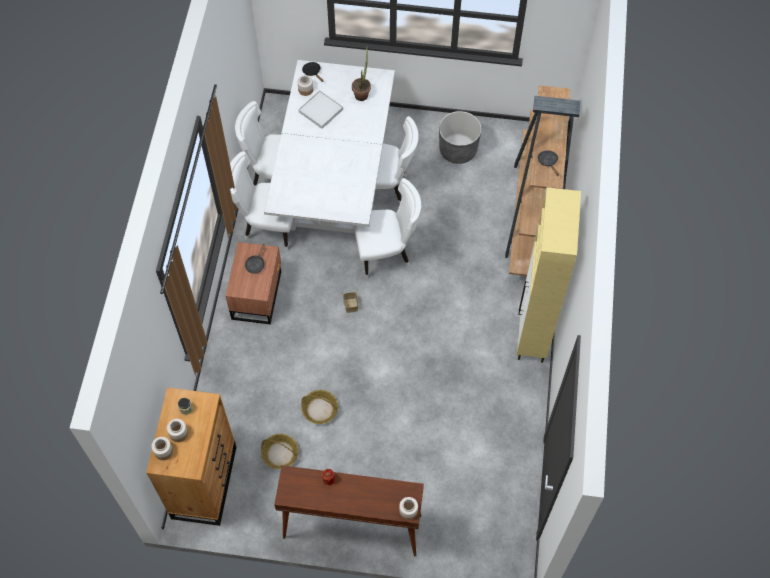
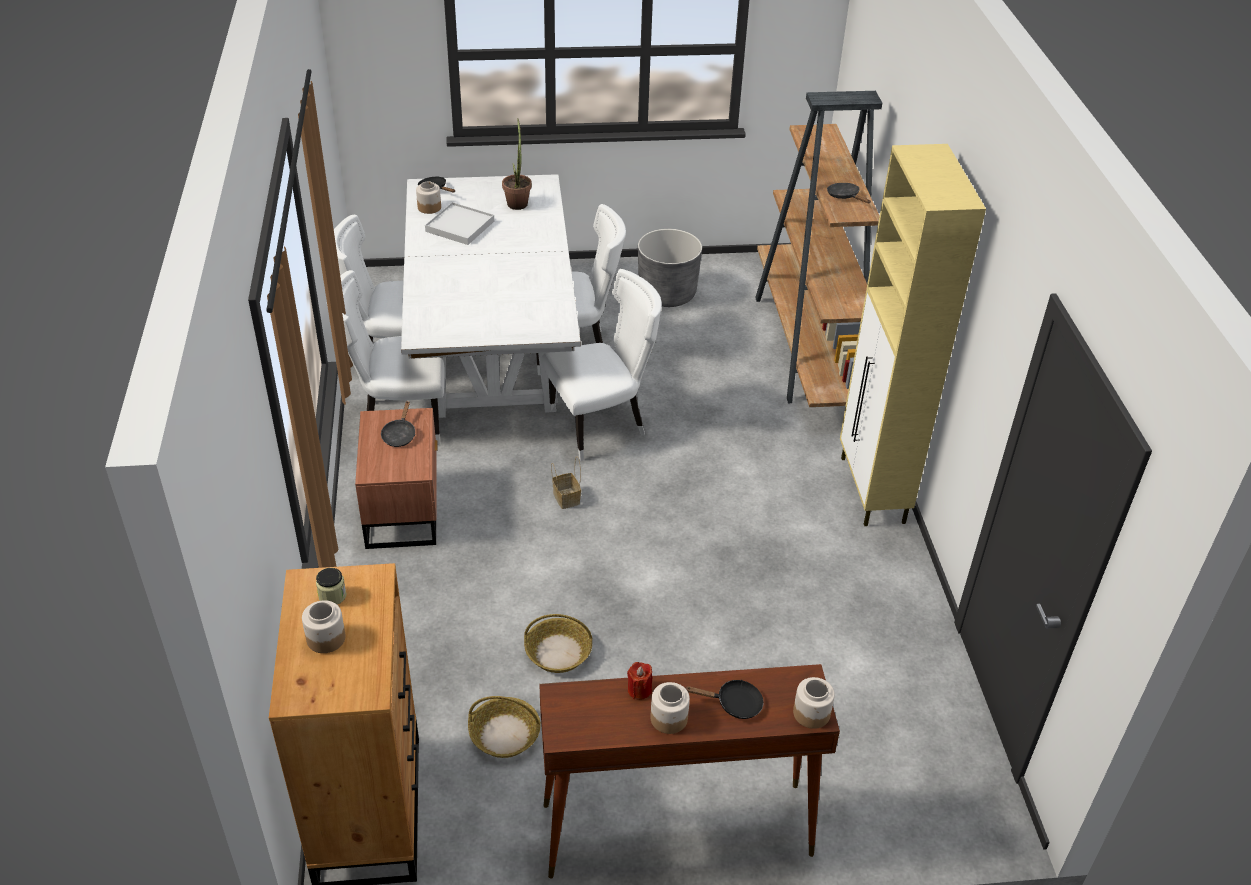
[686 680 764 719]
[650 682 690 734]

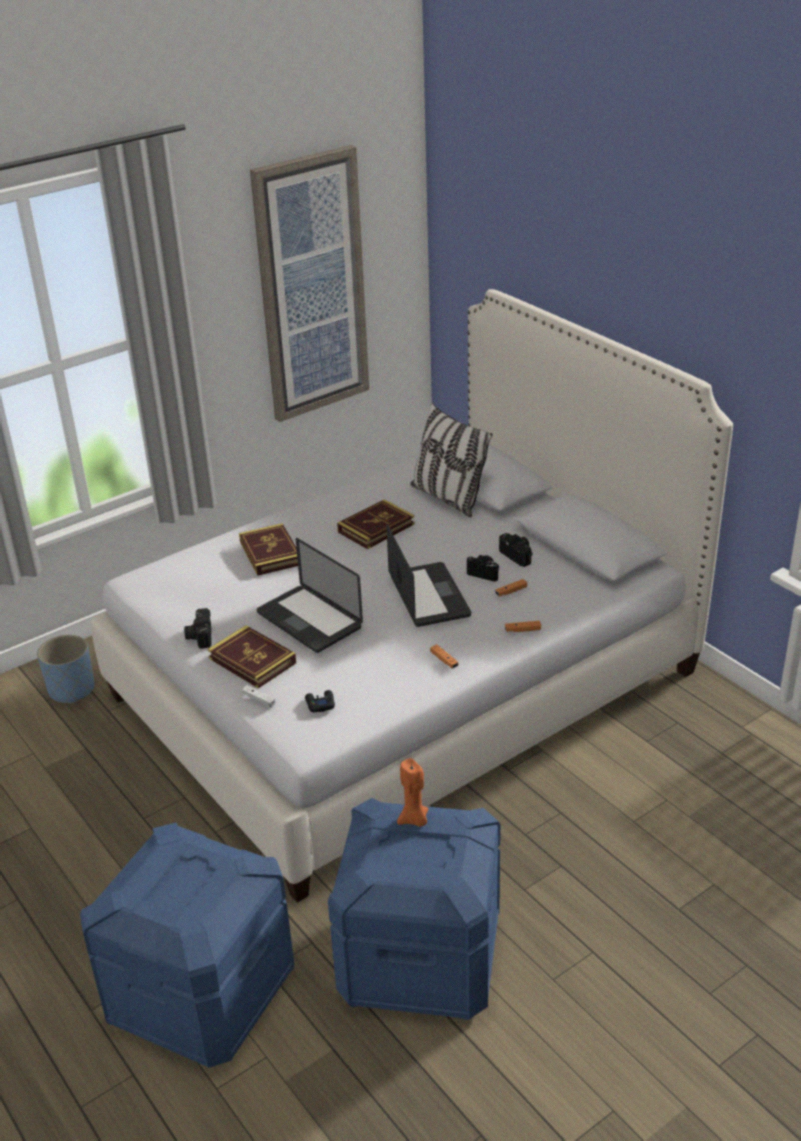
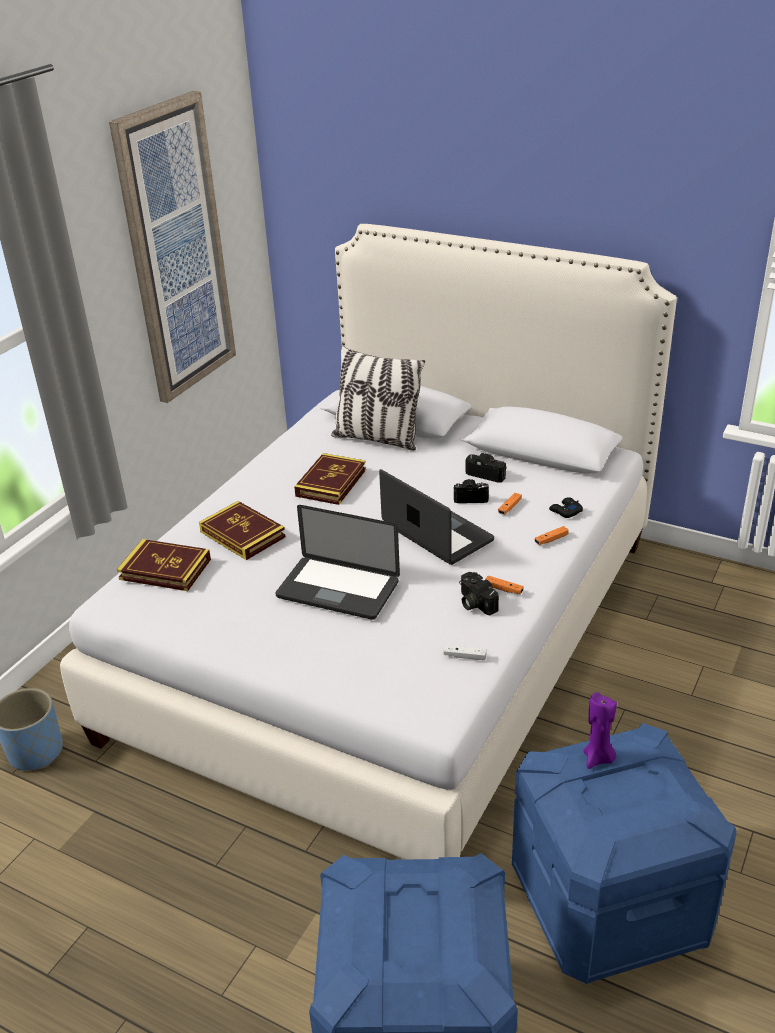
[459 572 499 616]
[117 539 211 591]
[443 645 487 660]
[549 497 583 518]
[583 692 617 769]

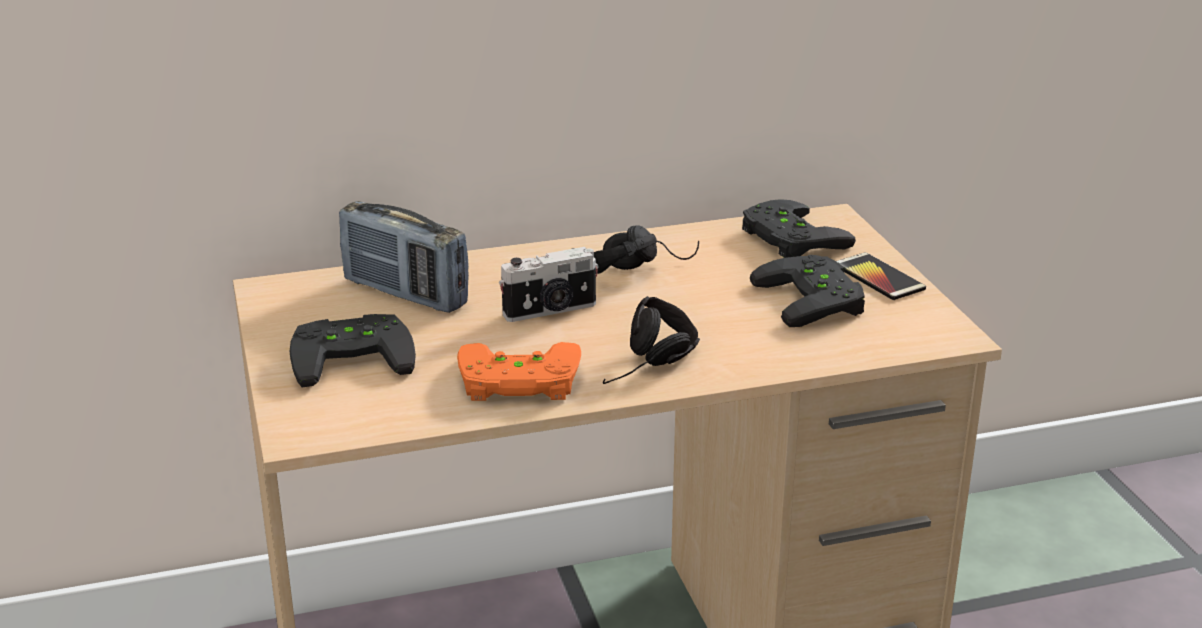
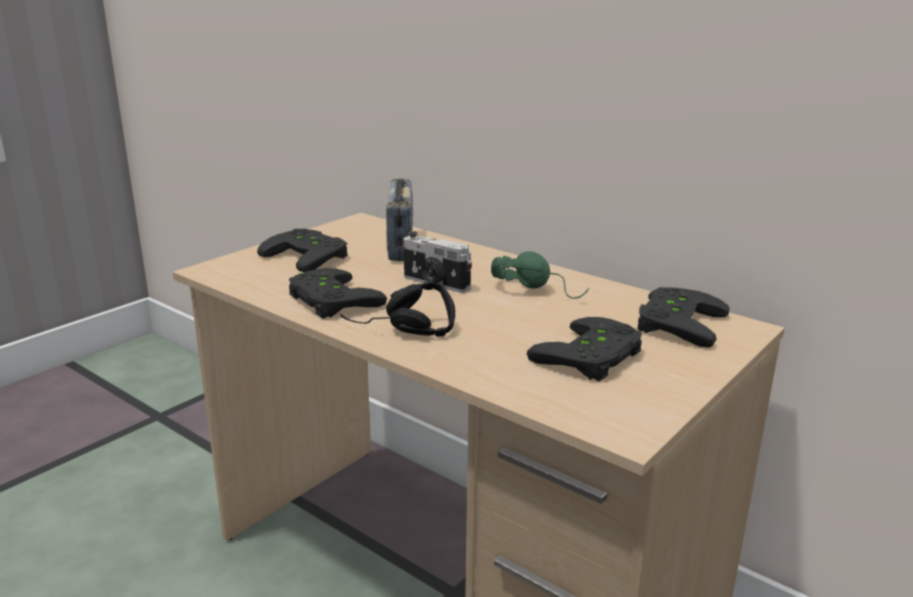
[836 252 926 300] (first image)
[289 268 387 319]
[491 251 589 299]

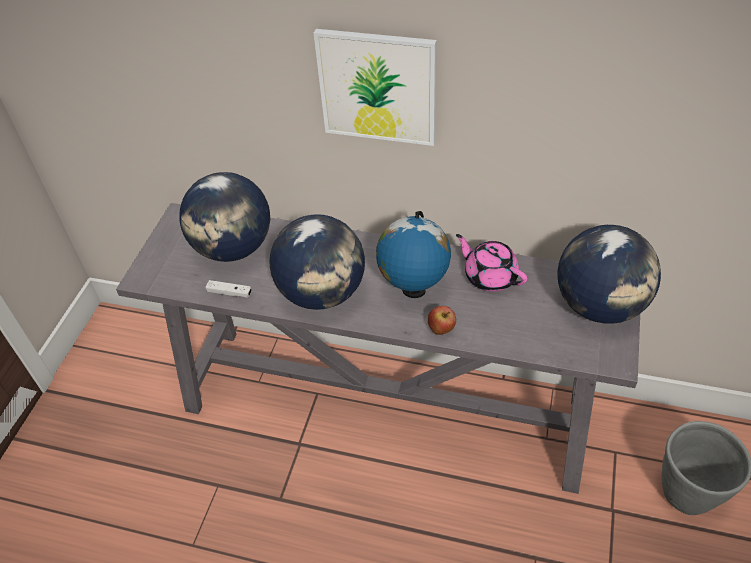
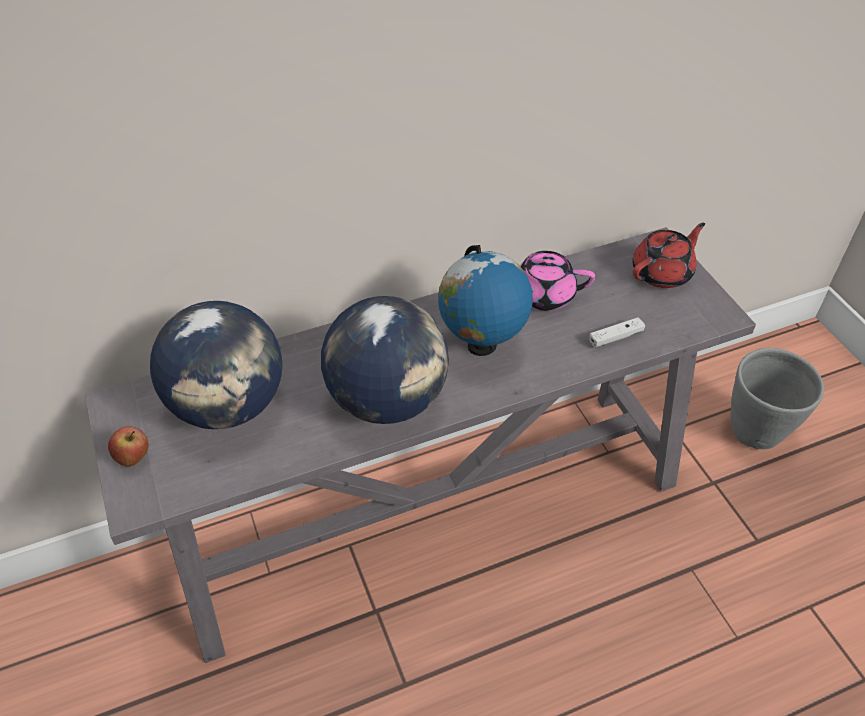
[314 29 436 146] (first image)
[589 317 645 348]
[108 426 149 467]
[632 223 705 288]

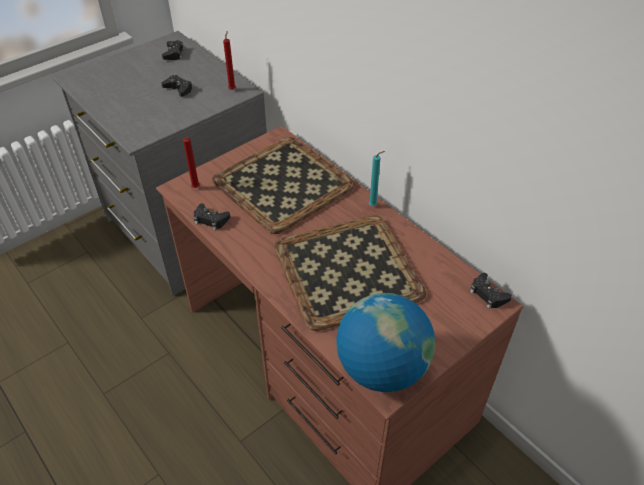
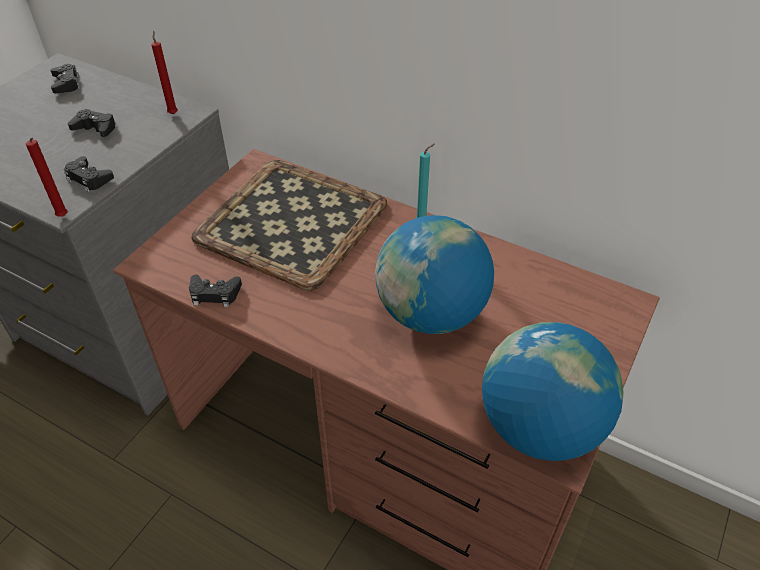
[26 137 68 217]
[64 156 114 192]
[375 215 494 334]

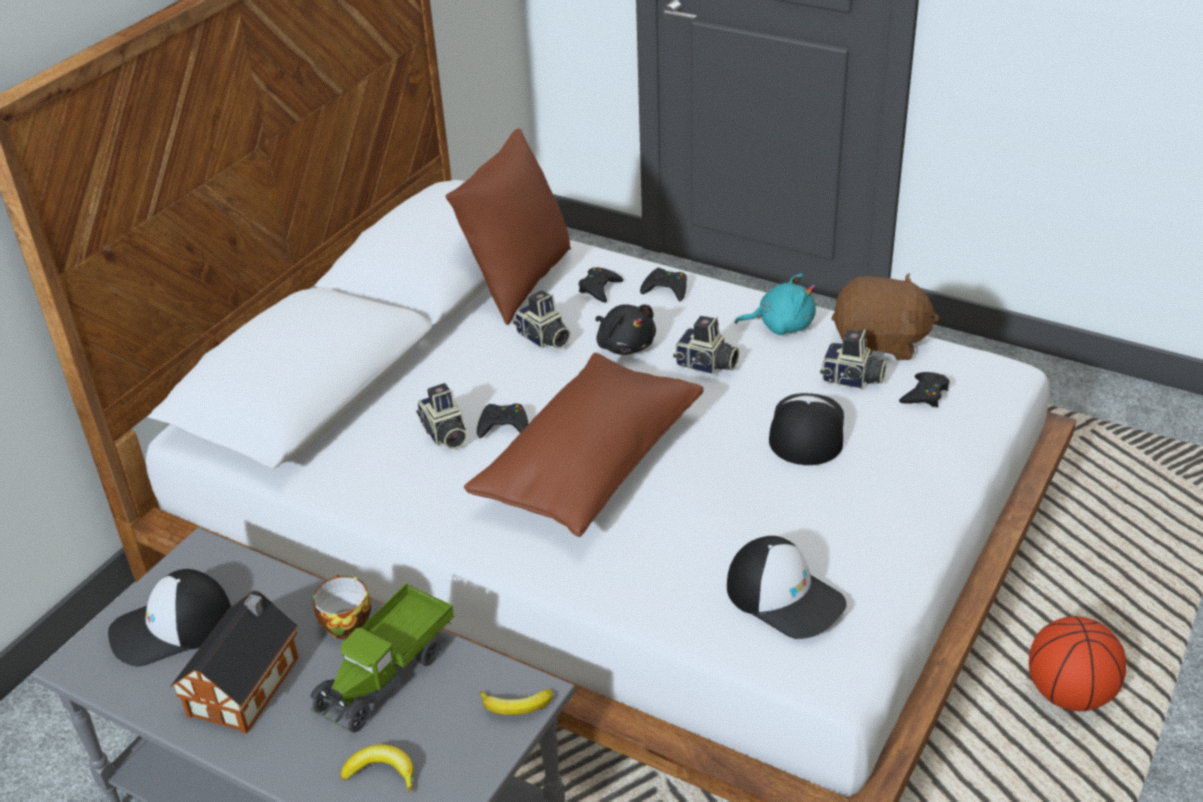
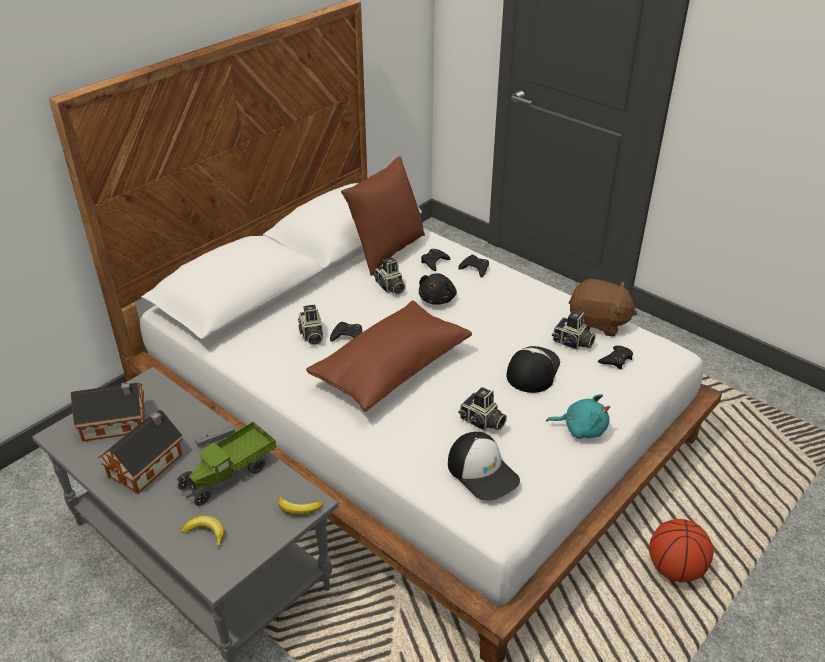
[458 387 507 431]
[546 394 610 439]
[71 382 145 442]
[194 424 235 447]
[419 273 457 305]

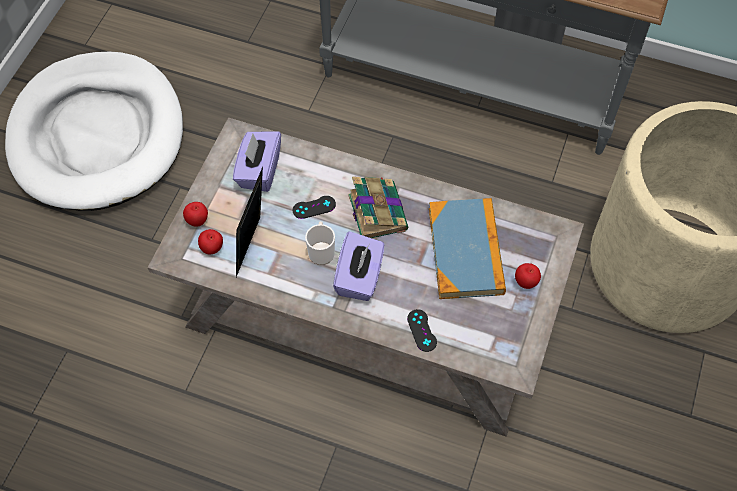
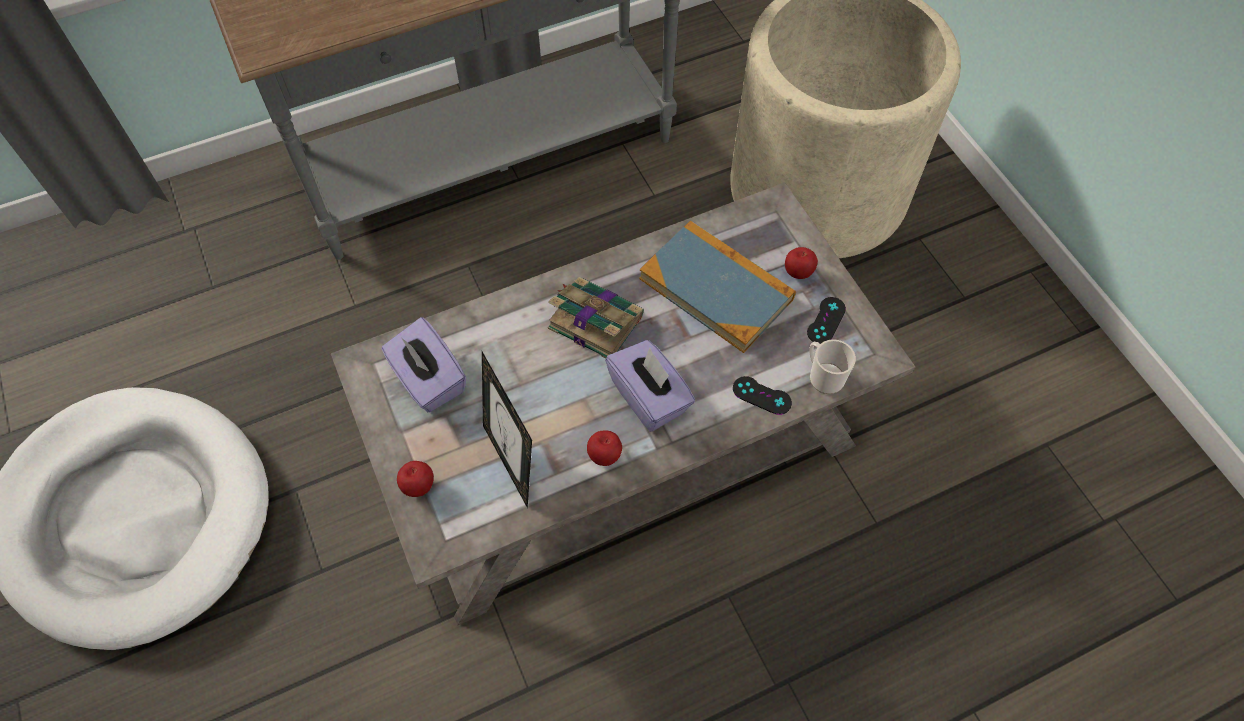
[587 430 622 466]
[807 297 846 344]
[810 339 856 394]

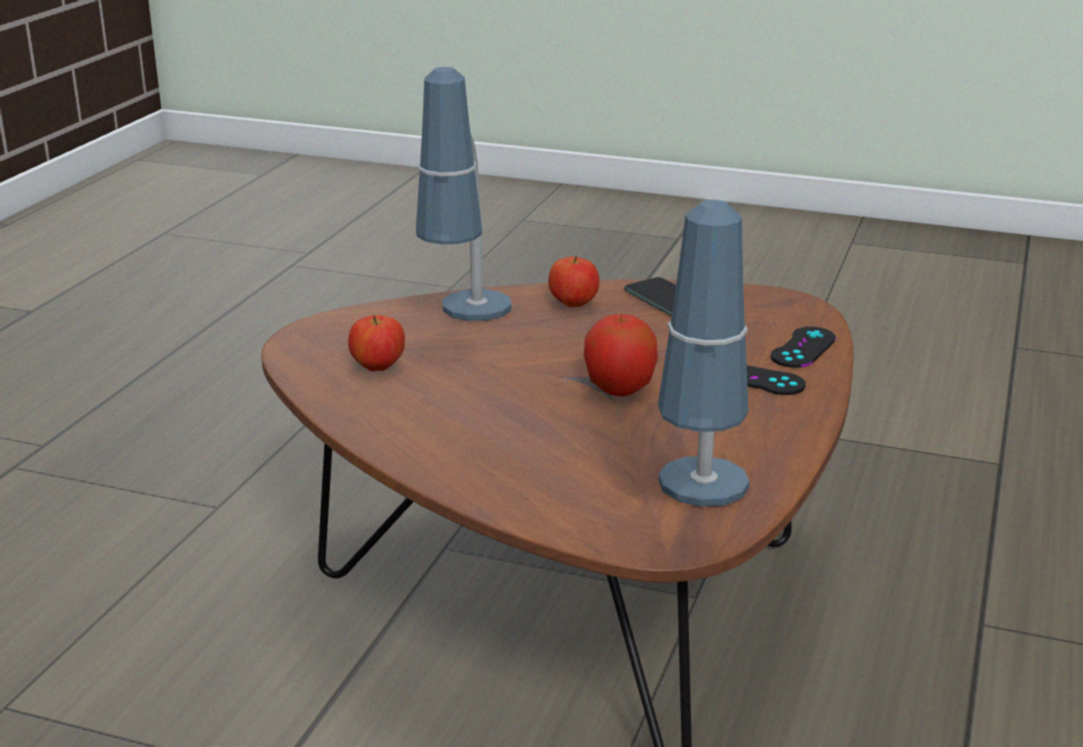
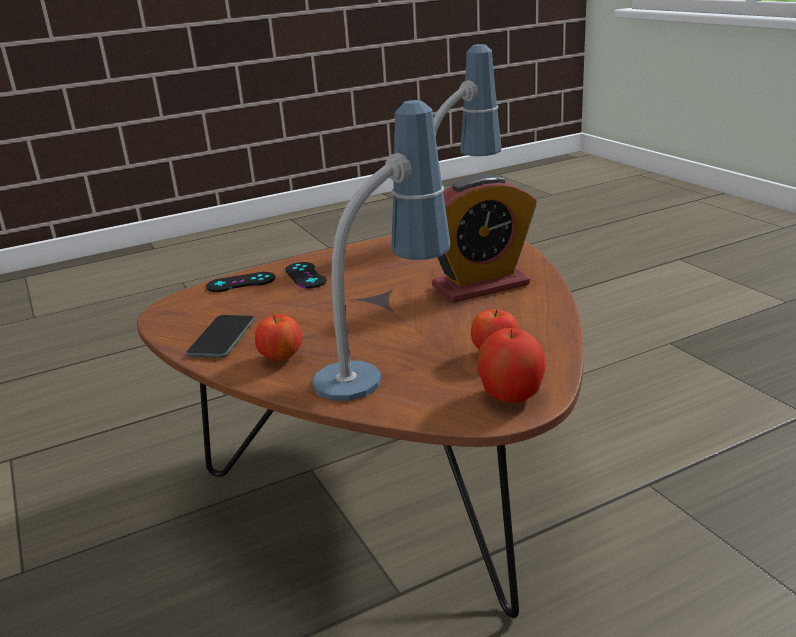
[432 174 537 303]
[478 328 546 403]

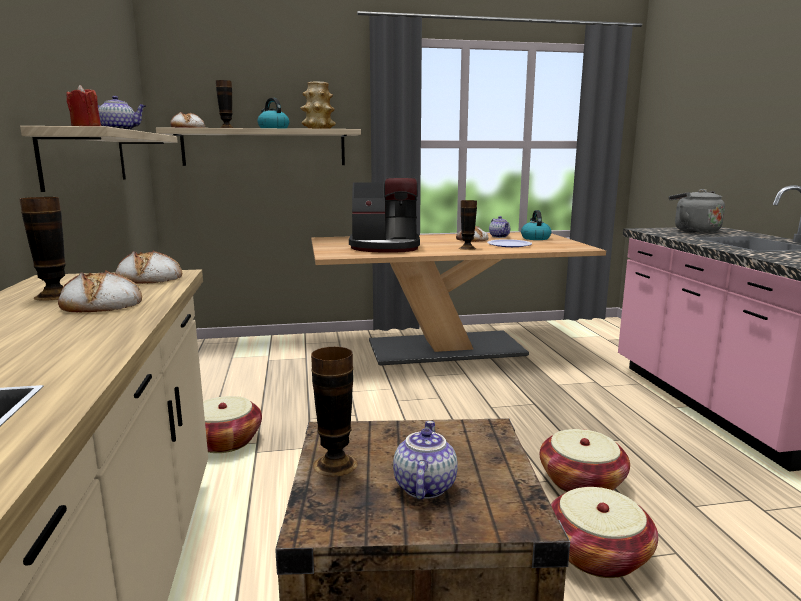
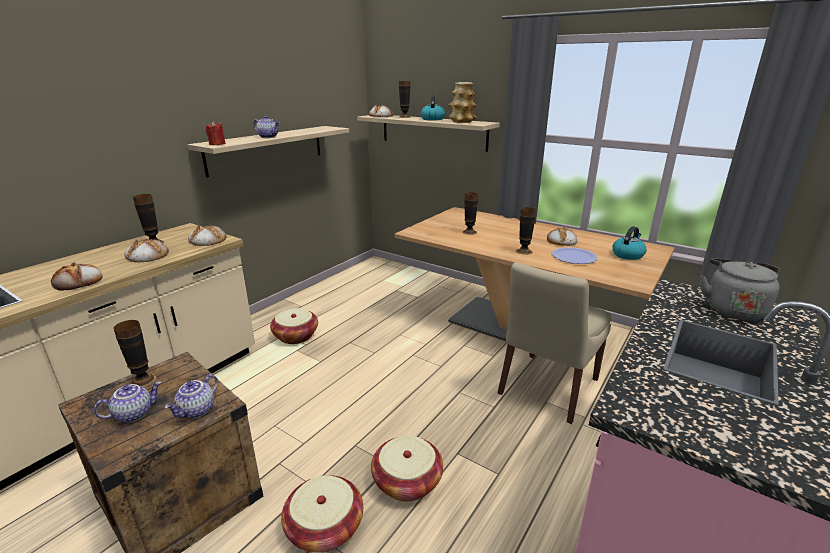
[51 262 103 290]
[498 262 612 424]
[165 374 218 418]
[462 192 478 235]

